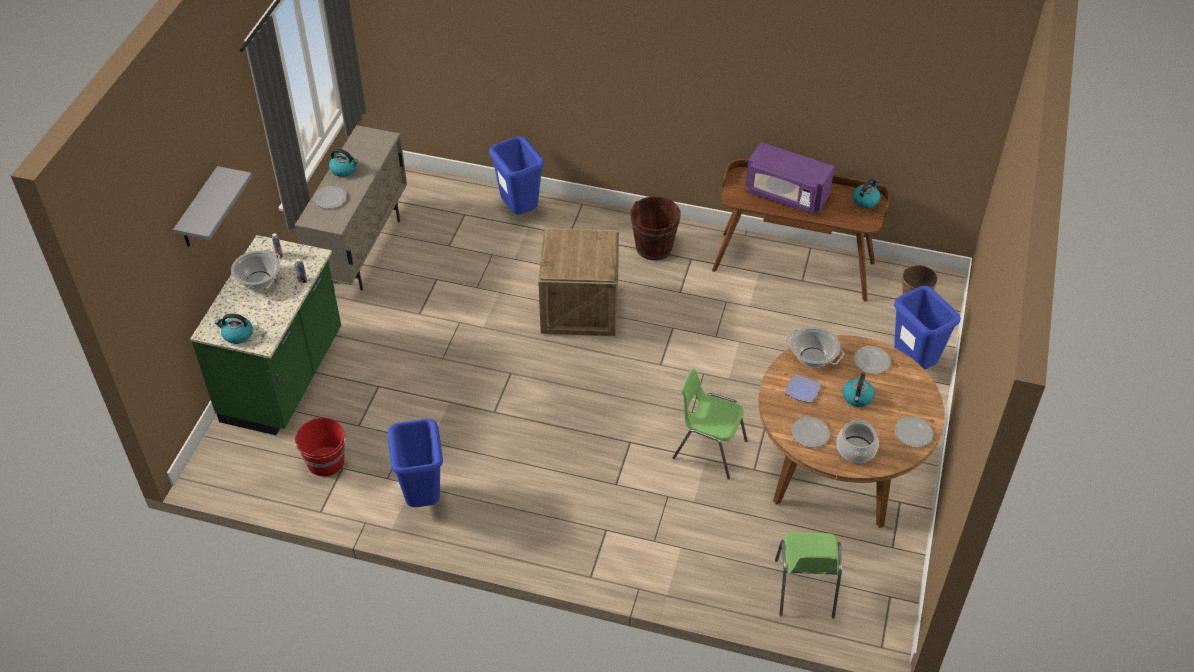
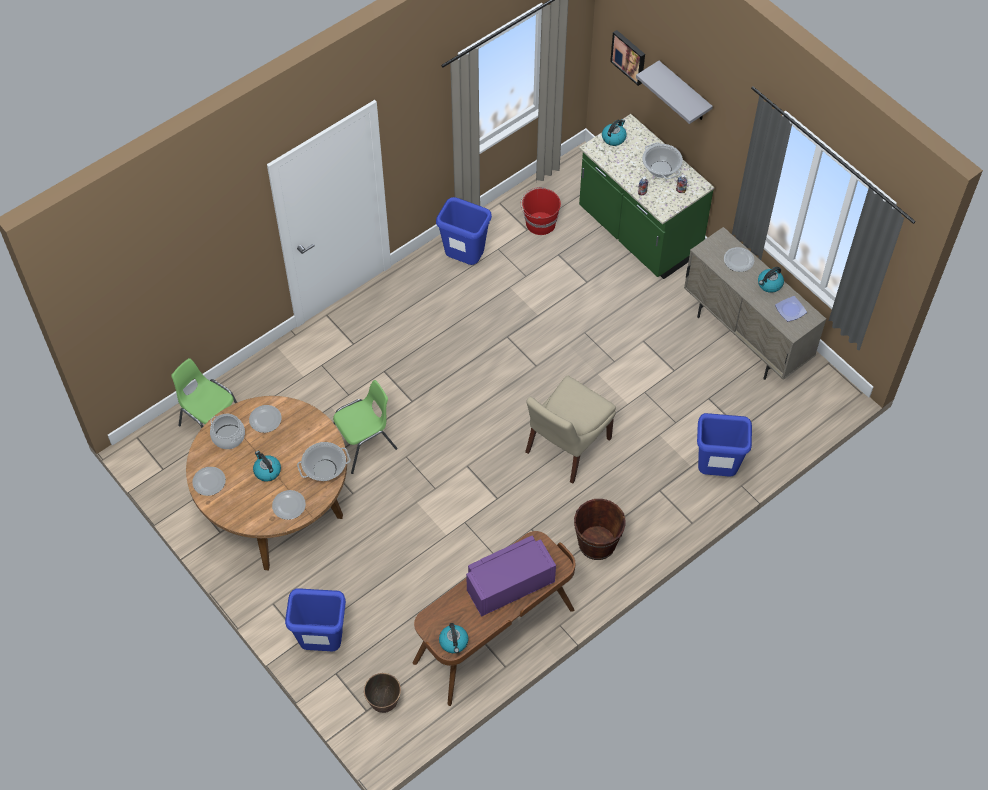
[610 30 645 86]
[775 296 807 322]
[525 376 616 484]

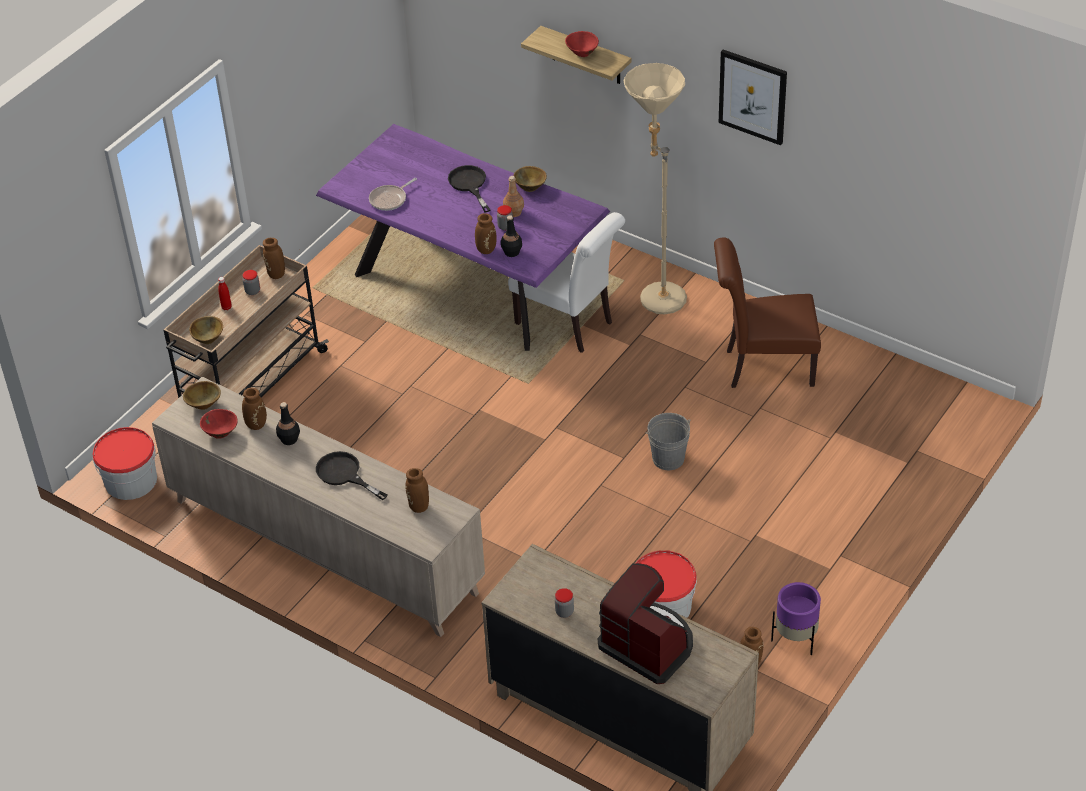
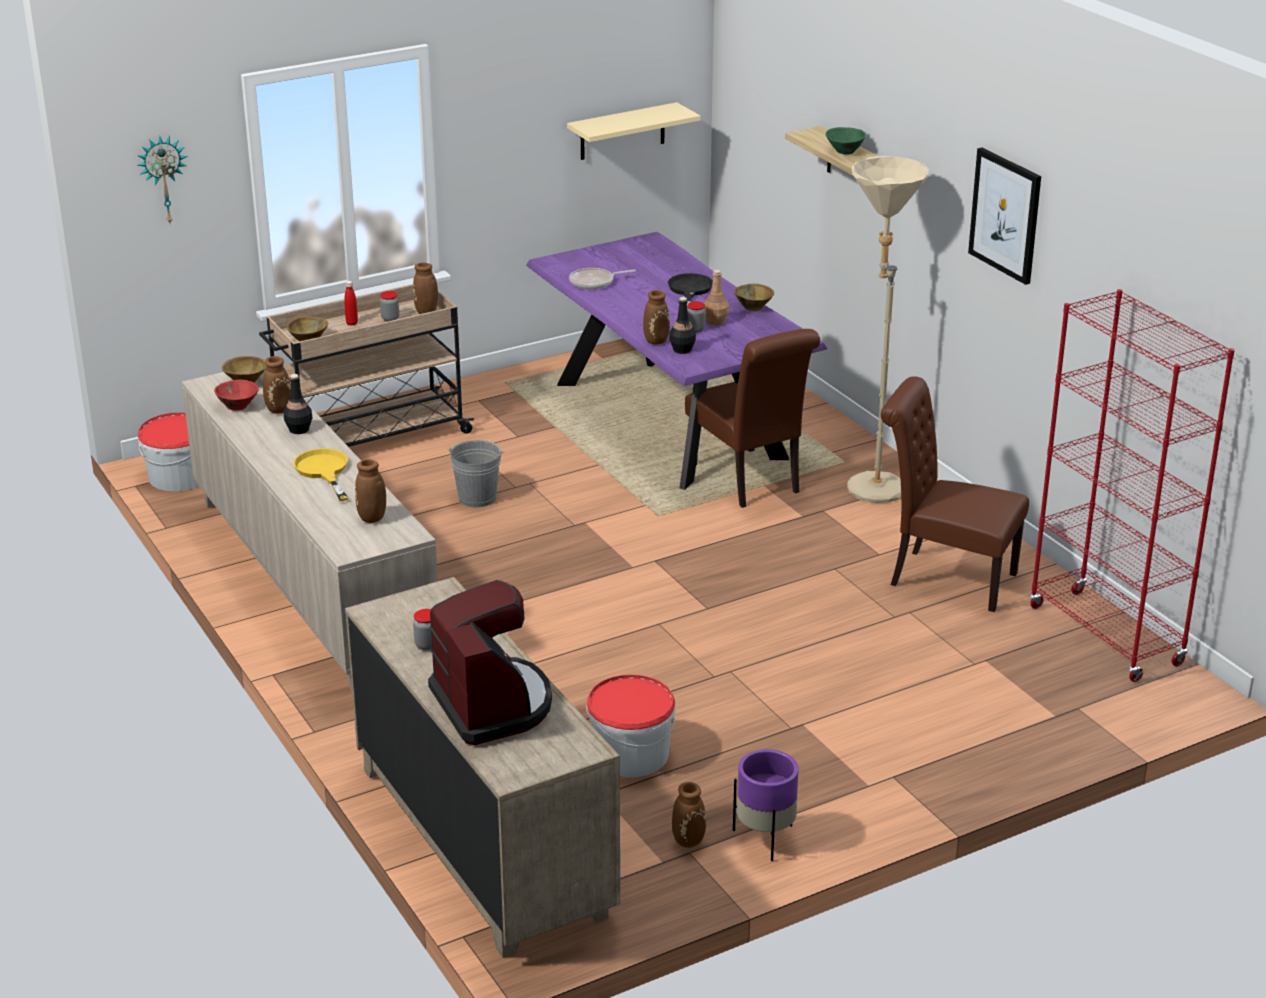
[137 136 188 223]
[567 102 701 160]
[1029 289 1235 682]
[448 440 504 507]
[293 448 348 501]
[685 329 820 508]
[826 127 866 155]

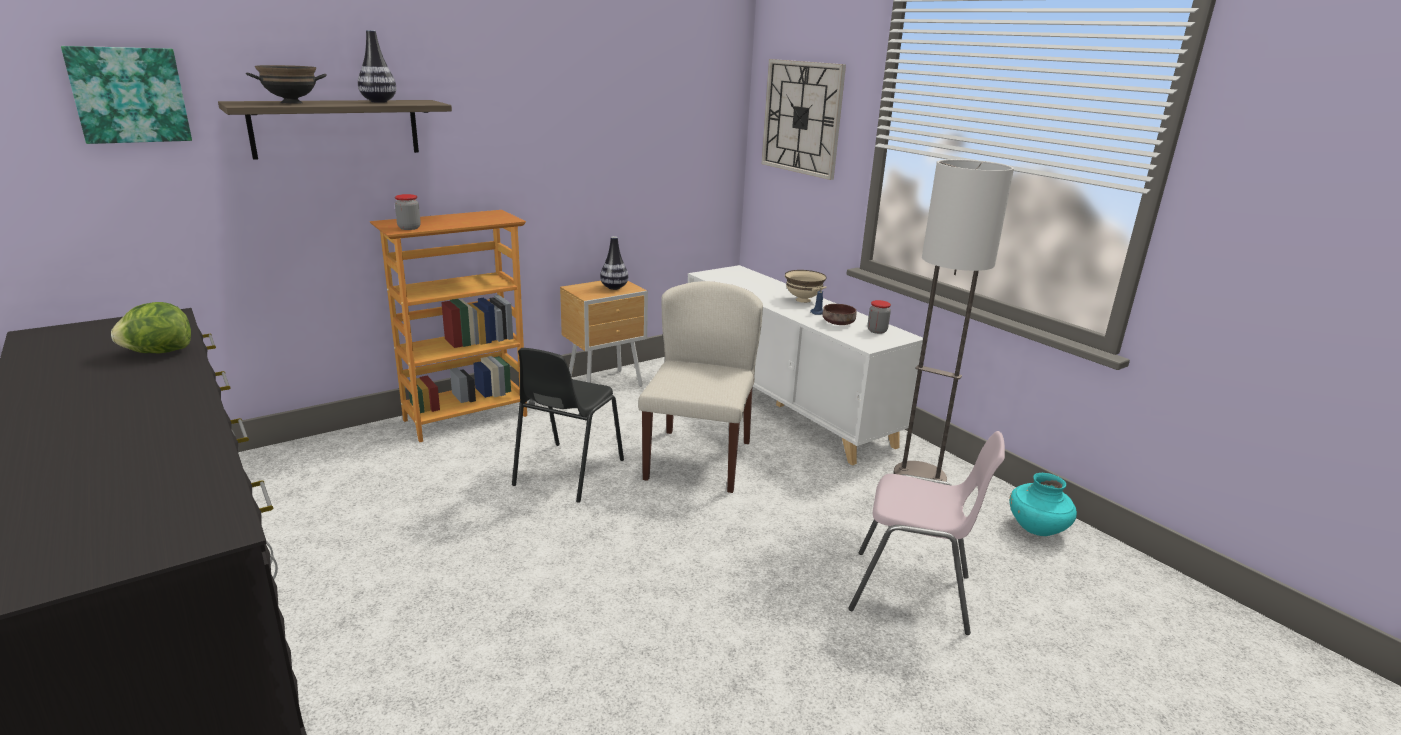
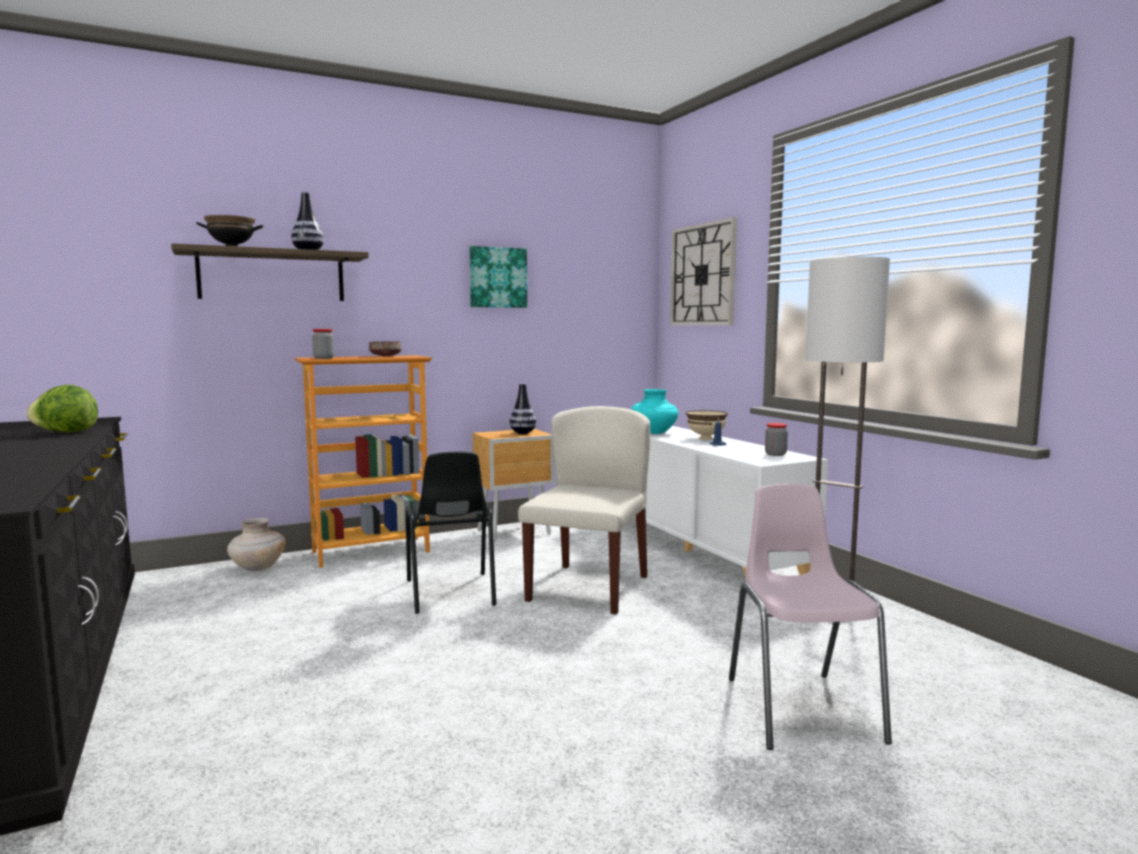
[227 518 286 571]
[469 246 527 308]
[369 341 401 356]
[631 389 678 434]
[406 452 496 614]
[729 484 892 750]

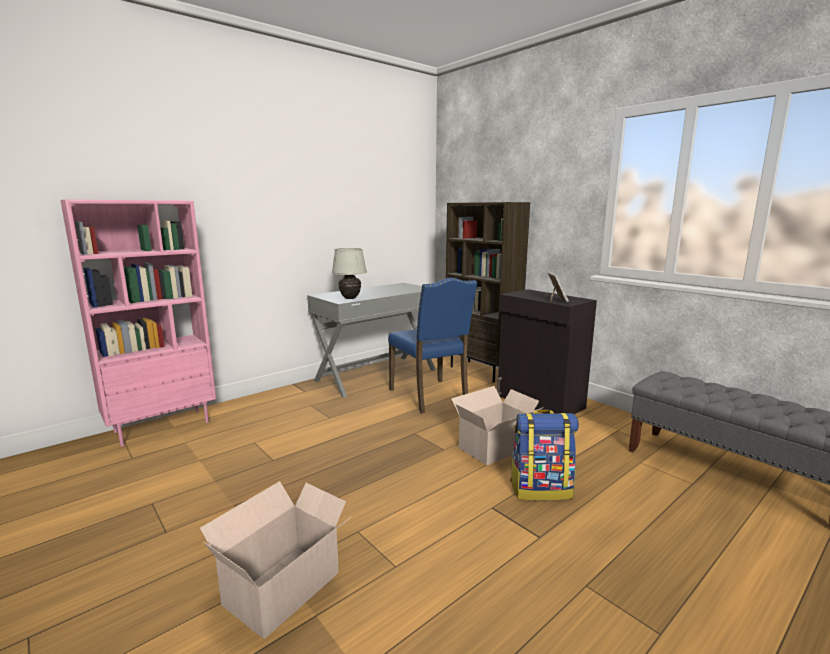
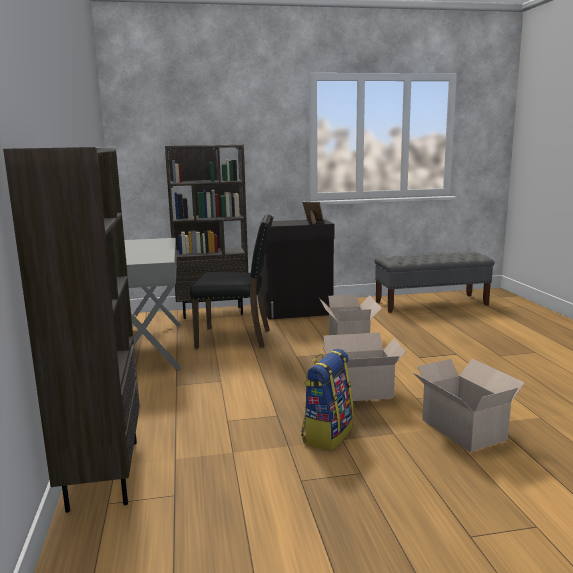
[332 248 367 299] (first image)
[320 332 406 401]
[301 349 354 450]
[3 147 140 513]
[190 214 274 349]

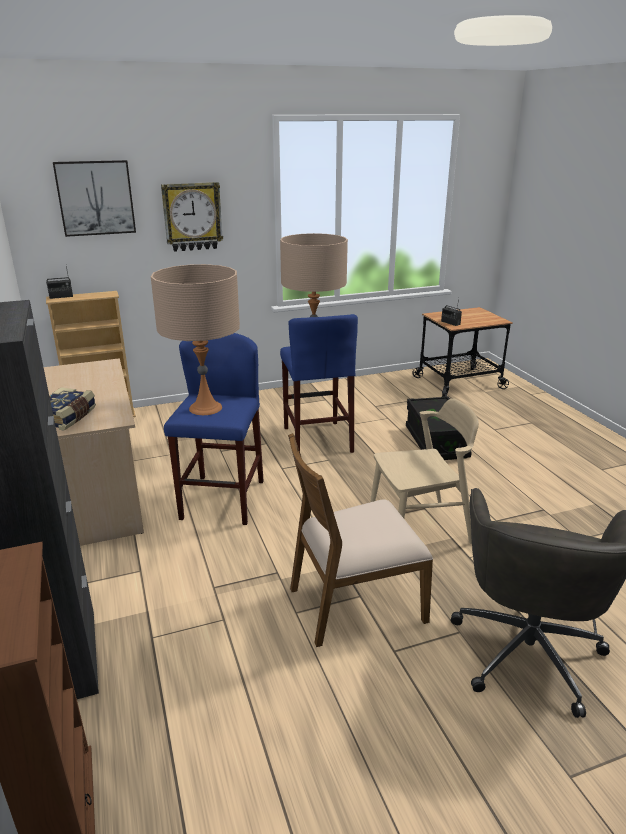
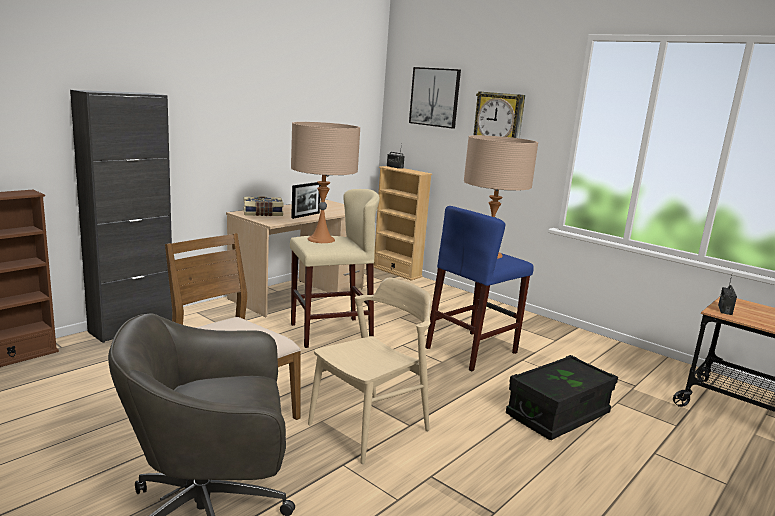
[291 182 321 219]
[290 189 380 348]
[308 277 431 464]

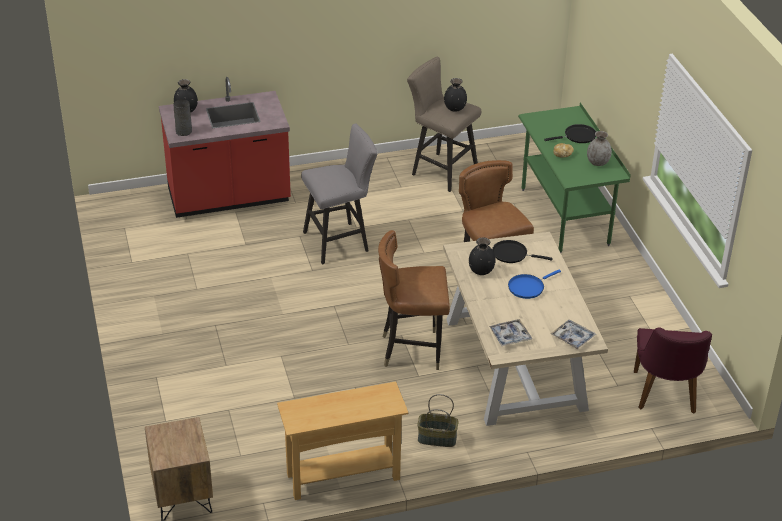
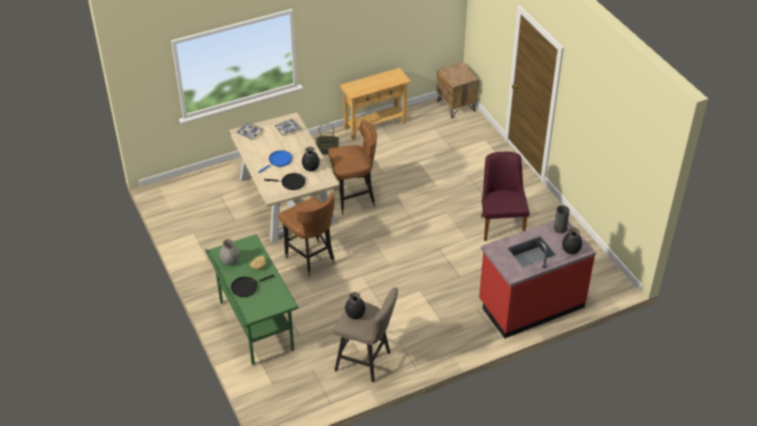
[301 123 378 264] (first image)
[481 152 530 241]

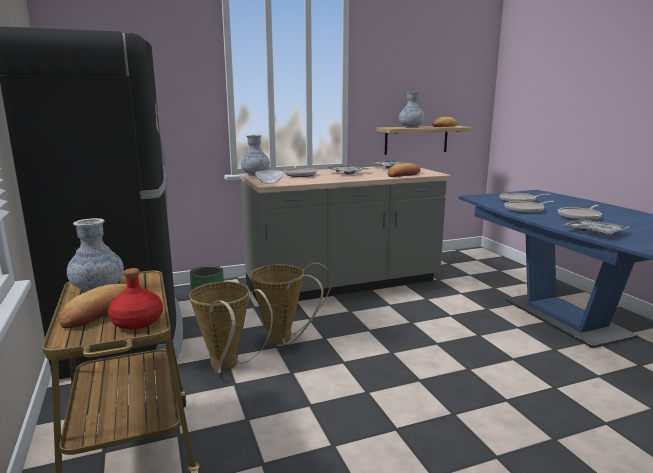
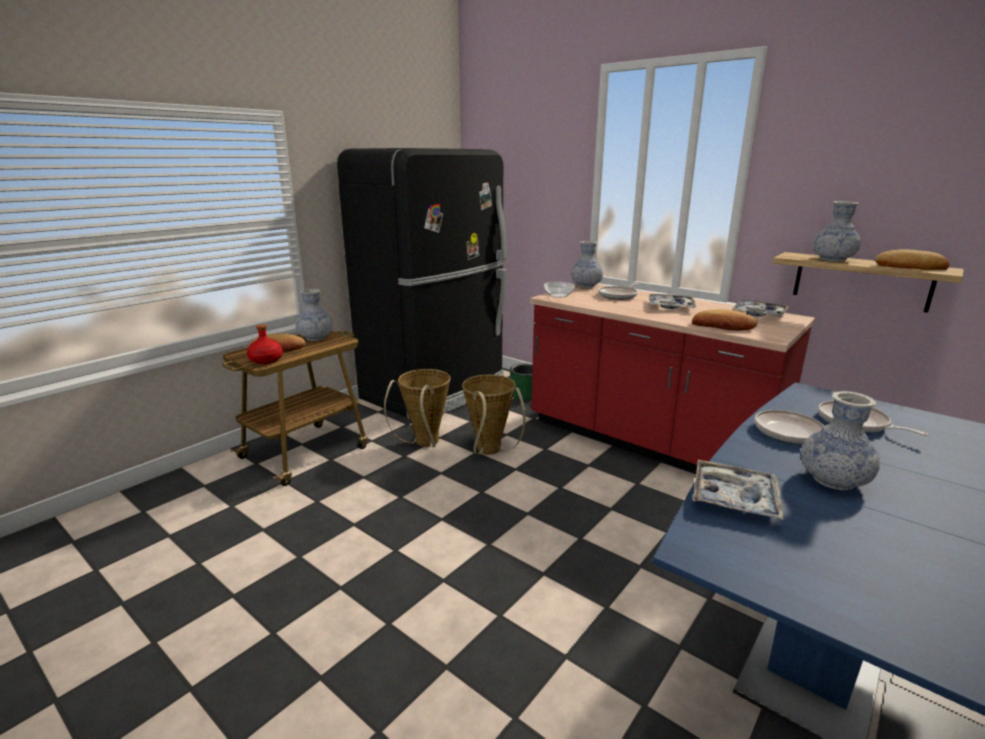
[801 391 880 490]
[530 283 815 474]

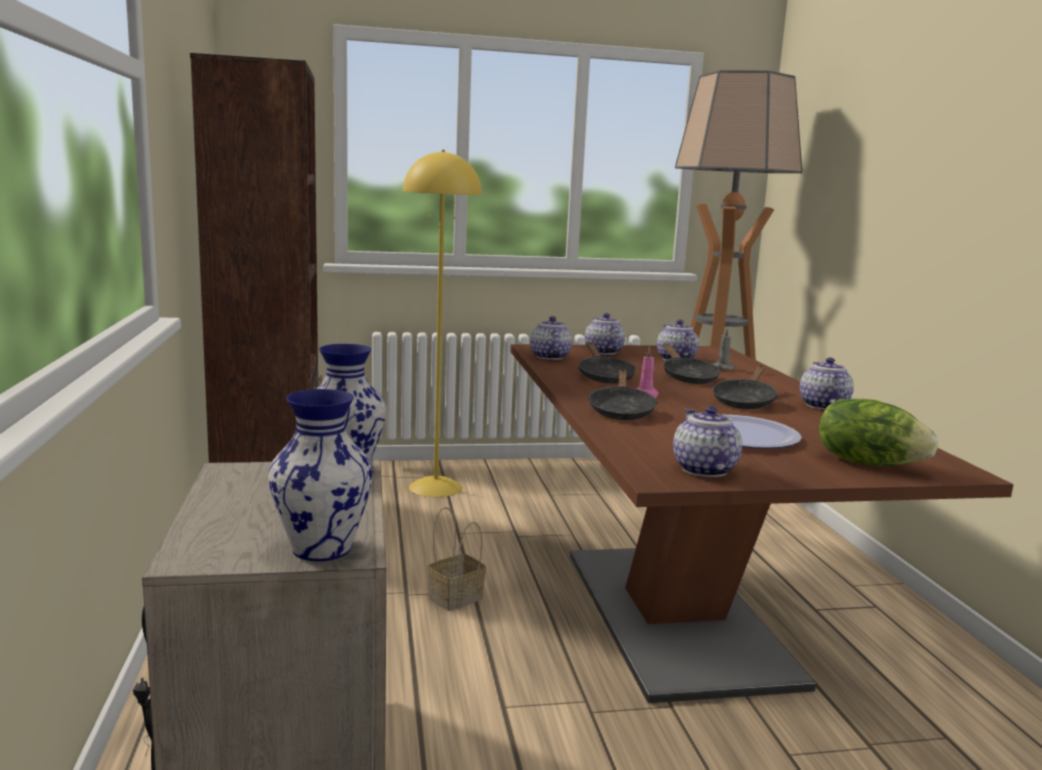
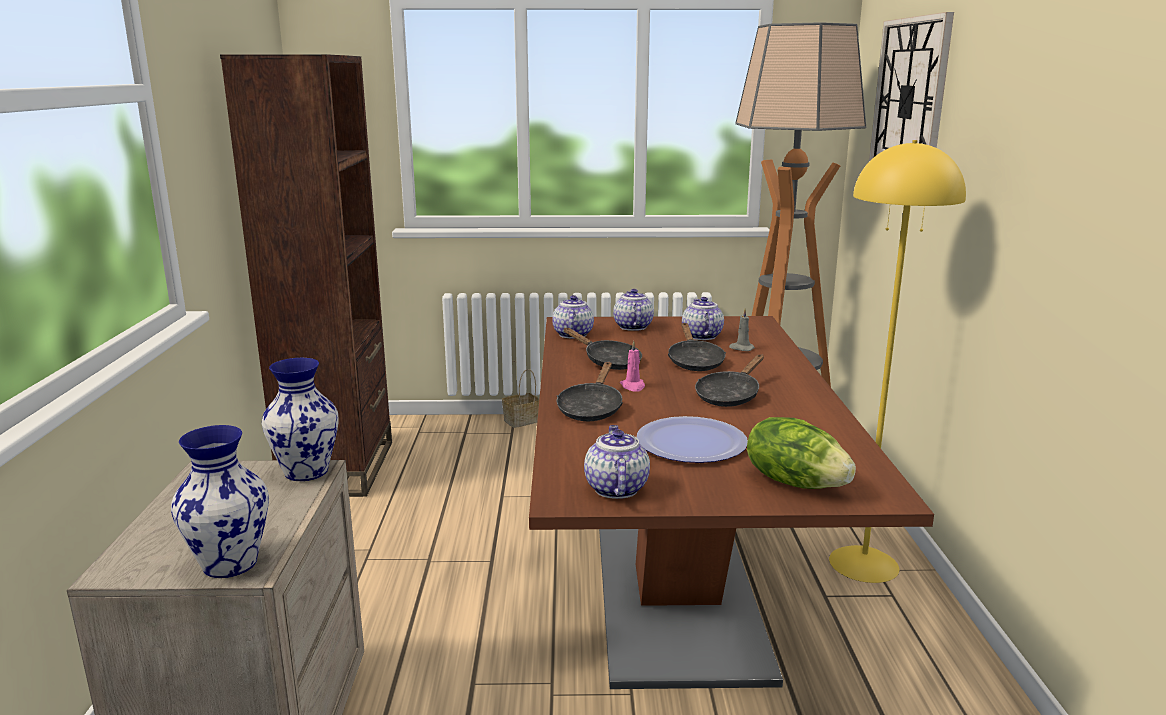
[800 358 854 410] (first image)
[869 12 954 161]
[829 140 966 583]
[502 360 539 428]
[563 328 642 370]

